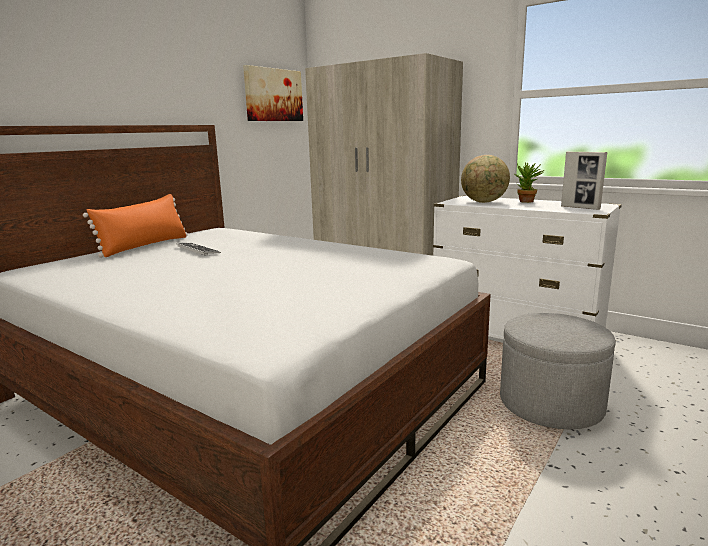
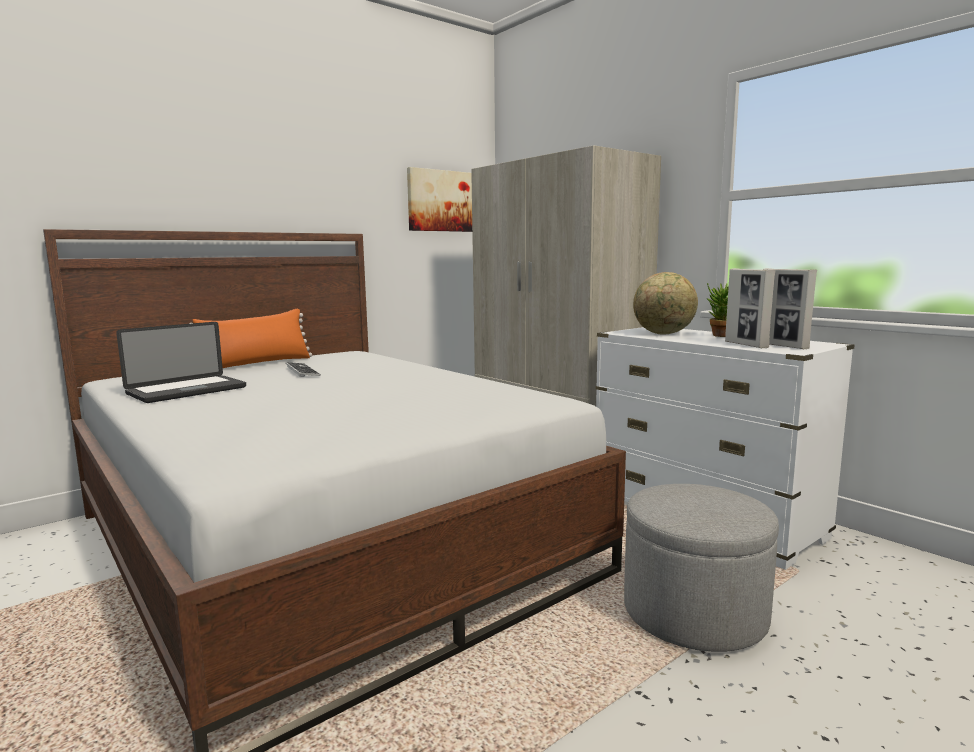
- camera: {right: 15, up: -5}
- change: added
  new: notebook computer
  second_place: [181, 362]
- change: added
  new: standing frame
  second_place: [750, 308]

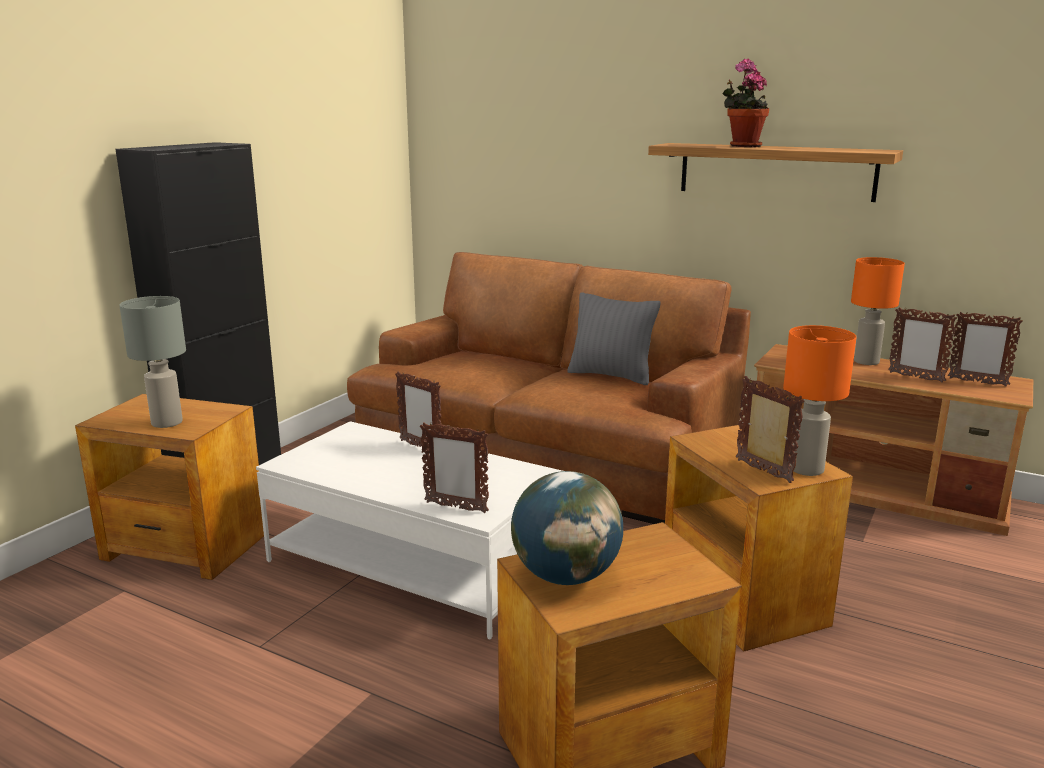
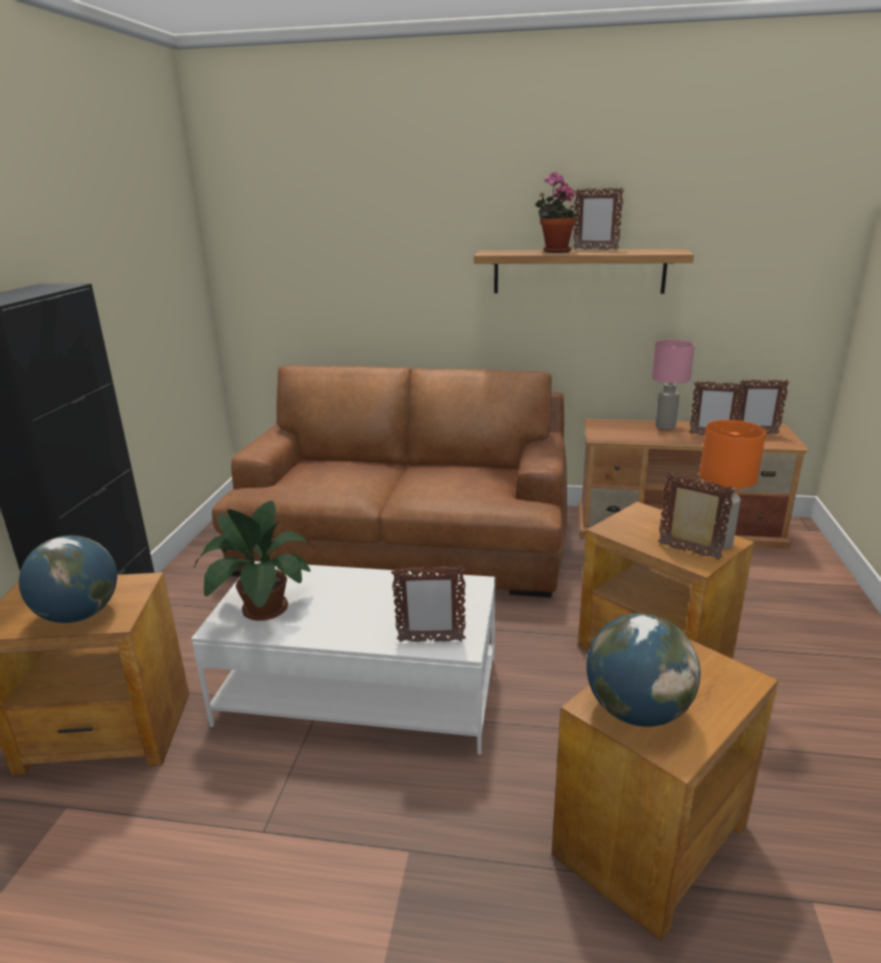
- camera: {right: -20, up: 5}
- change: replaced
  old: grey table lamp
  new: globe
  first_place: [152, 362]
  second_place: [68, 579]
- change: moved
  old: standing frame
  first_place: [418, 410]
  second_place: [598, 218]
- change: removed
  old: grey pillow
  first_place: [614, 338]
- change: recoloured
  old: orange-coloured table lamp
  new: pink-coloured table lamp
  first_place: [878, 311]
  second_place: [673, 384]
- change: added
  new: plant in a pot
  second_place: [254, 561]

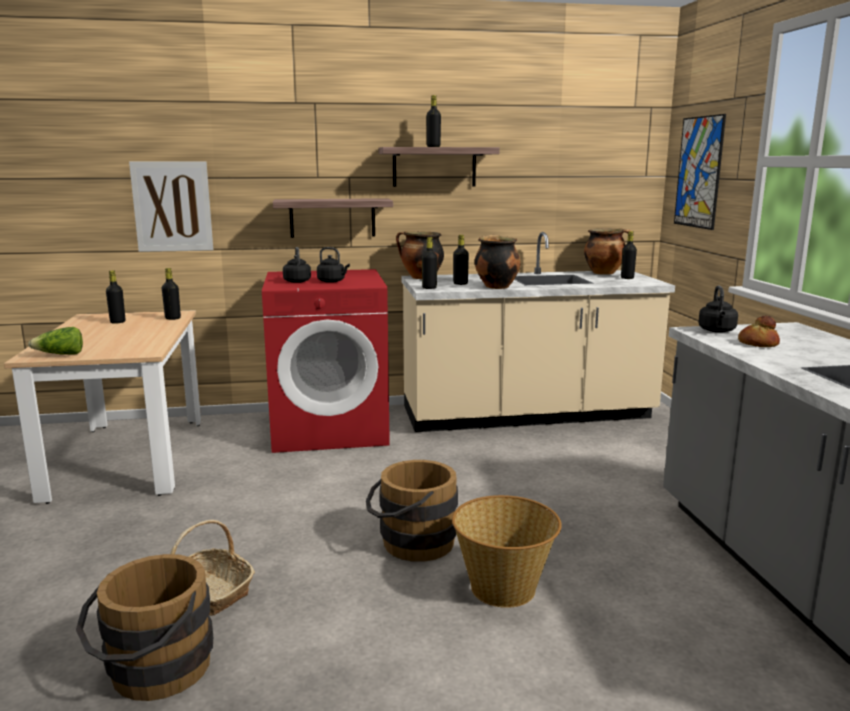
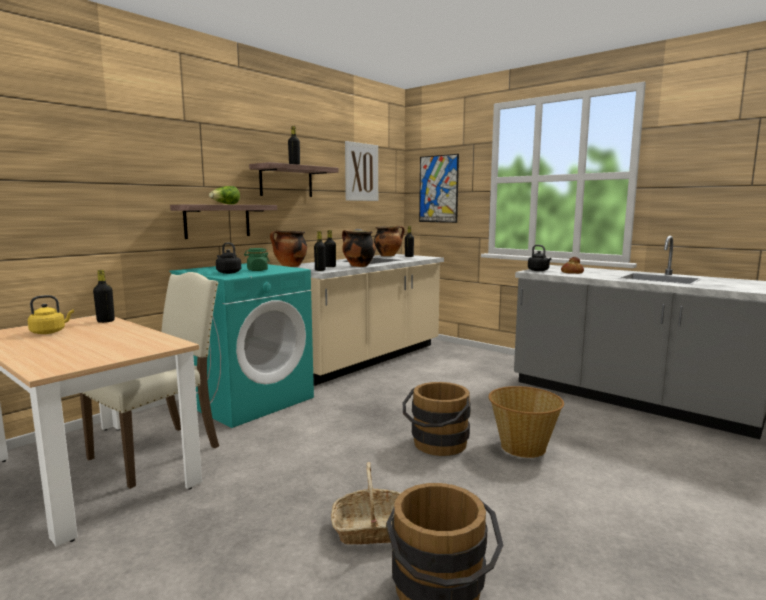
- camera: {right: -40, up: -5}
- change: moved
  old: lettuce
  first_place: [55, 341]
  second_place: [224, 195]
- change: replaced
  old: blackish drink bottle
  new: yellow tea kettle
  first_place: [115, 297]
  second_place: [51, 314]
- change: moved
  old: wall art
  first_place: [171, 207]
  second_place: [361, 171]
- change: recoloured
  old: reddish laundry machine
  new: blue-green laundry machine
  first_place: [326, 361]
  second_place: [242, 345]
- change: replaced
  old: blackish tea kettle
  new: greenish preserve jar
  first_place: [333, 265]
  second_place: [256, 259]
- change: added
  new: beige chair
  second_place: [149, 380]

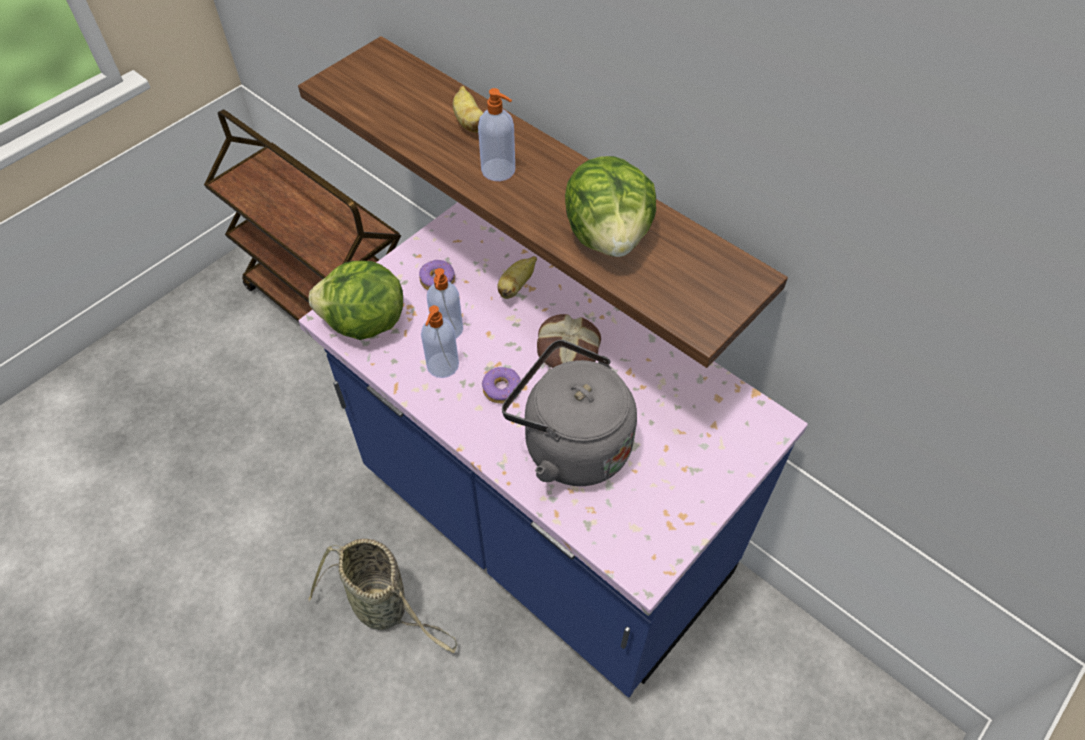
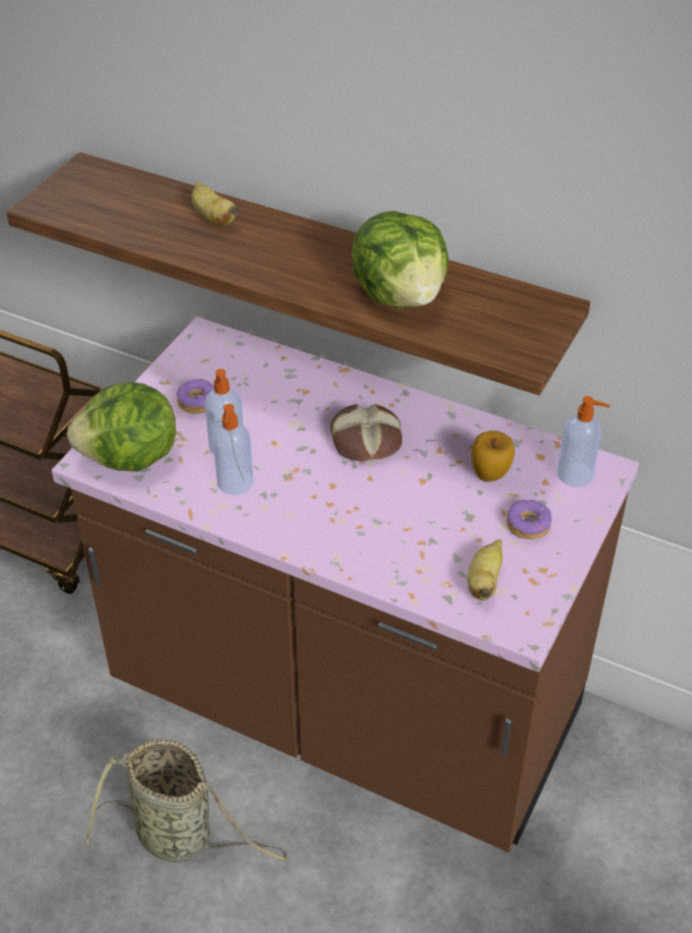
- camera: {right: -15, up: -10}
- change: recoloured
  old: bluish kitchen counter
  new: brownish kitchen counter
  first_place: [553, 450]
  second_place: [345, 584]
- change: moved
  old: soap dispenser
  first_place: [496, 134]
  second_place: [584, 441]
- change: moved
  old: doughnut
  first_place: [501, 385]
  second_place: [529, 519]
- change: moved
  old: banana
  first_place: [517, 277]
  second_place: [485, 570]
- change: removed
  old: grey tea kettle
  first_place: [569, 413]
- change: added
  new: whole apple
  second_place: [493, 456]

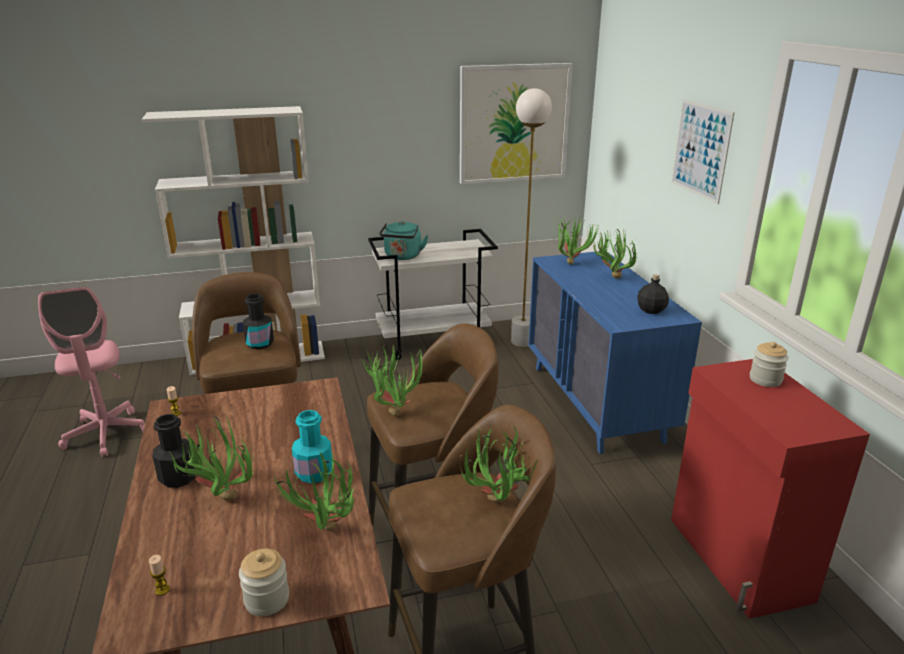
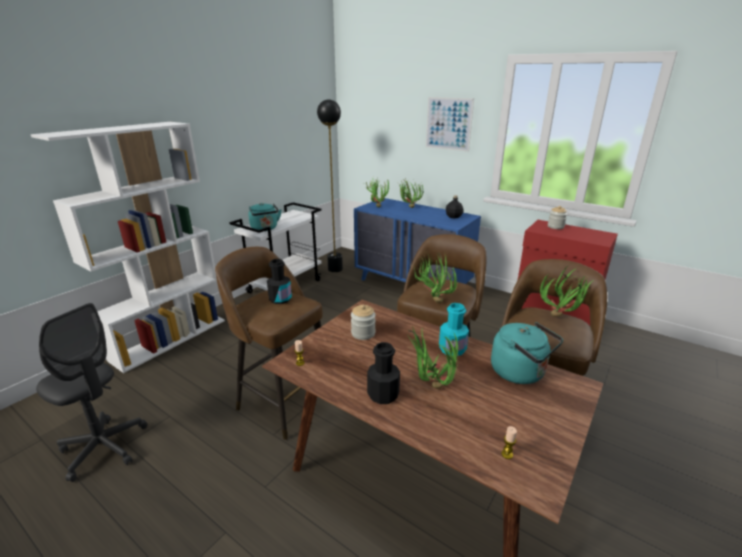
- camera: {right: -40, up: 0}
- change: recoloured
  old: pink-coloured computer chair
  new: grey computer chair
  first_place: [91, 372]
  second_place: [91, 392]
- change: moved
  old: preserve jar
  first_place: [264, 582]
  second_place: [363, 322]
- change: replaced
  old: plant in a pot
  new: blue-green tea kettle
  first_place: [315, 491]
  second_place: [527, 353]
- change: removed
  old: wall art
  first_place: [516, 123]
- change: recoloured
  old: whitish standard lamp
  new: blackish standard lamp
  first_place: [531, 217]
  second_place: [330, 185]

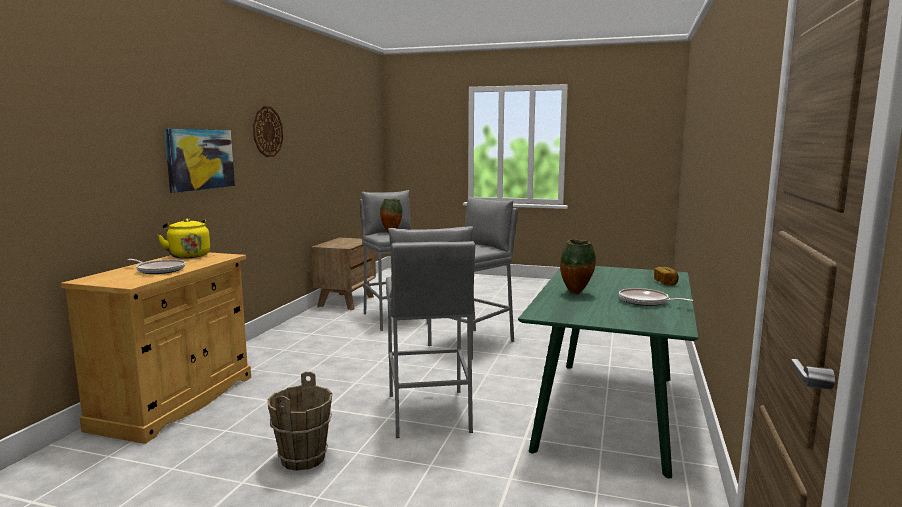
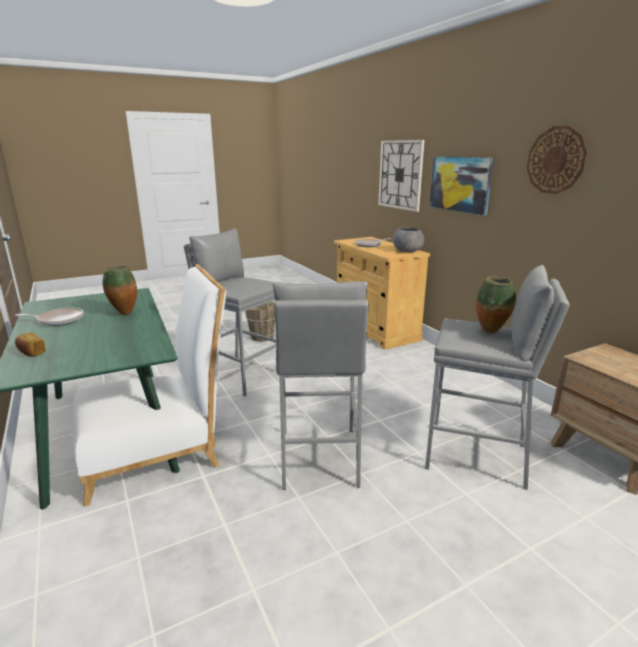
- camera: {right: 135, up: 10}
- change: replaced
  old: yellow tea kettle
  new: grey serving bowl
  first_place: [184, 238]
  second_place: [408, 240]
- change: added
  new: whitish chair
  second_place: [149, 385]
- change: added
  new: clock on the wall
  second_place: [401, 176]

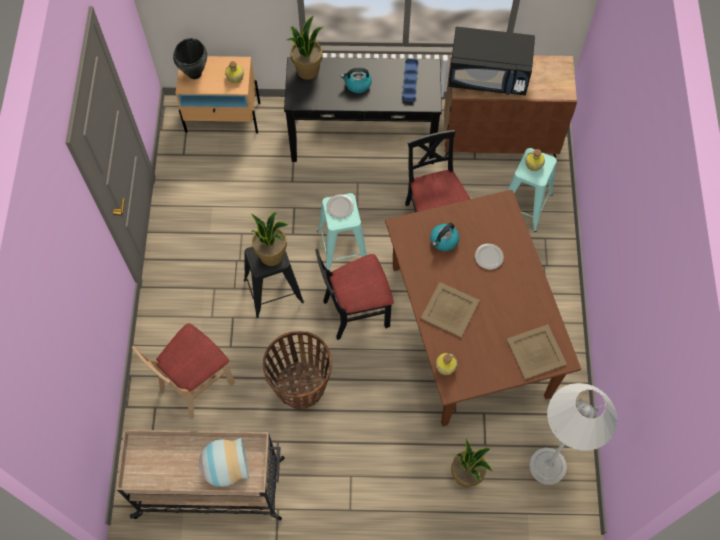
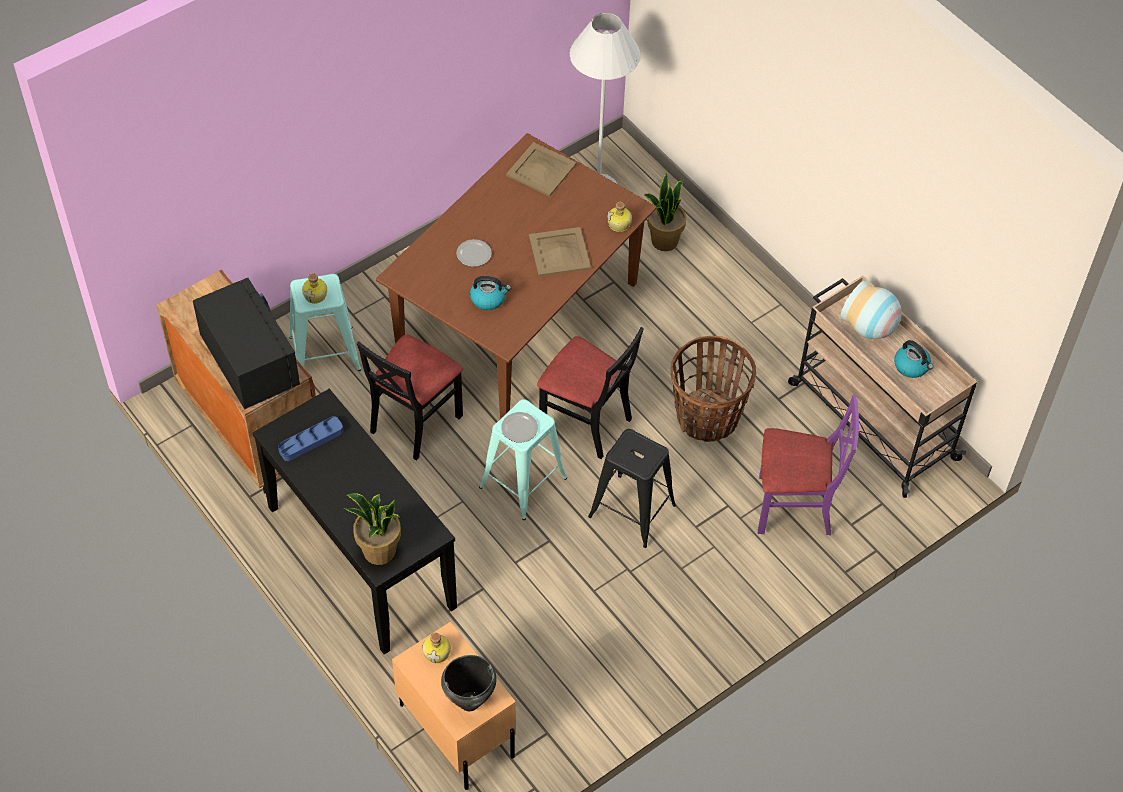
- camera: {right: -130, up: -10}
- change: recoloured
  old: beige chair
  new: purplish chair
  first_place: [183, 371]
  second_place: [808, 464]
- change: removed
  old: plant in a pot
  first_place: [269, 239]
- change: moved
  old: tea kettle
  first_place: [356, 80]
  second_place: [913, 359]

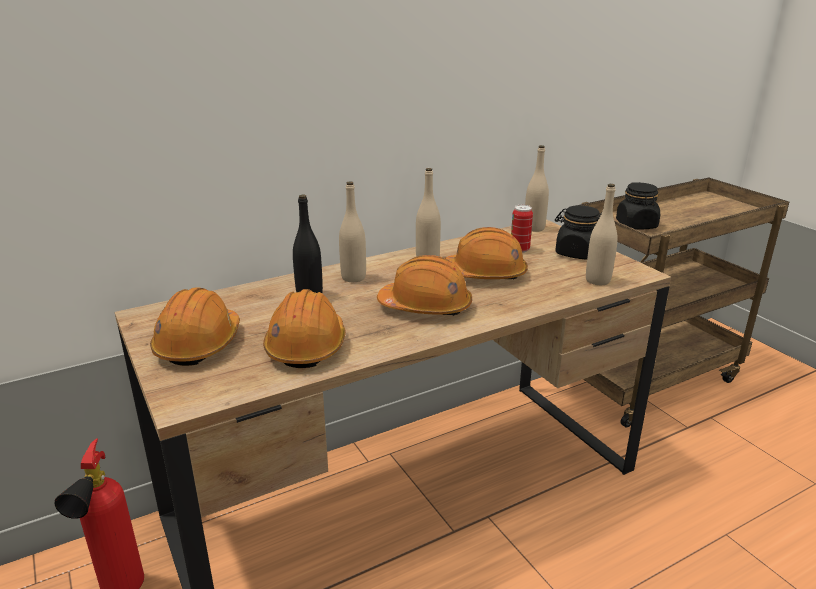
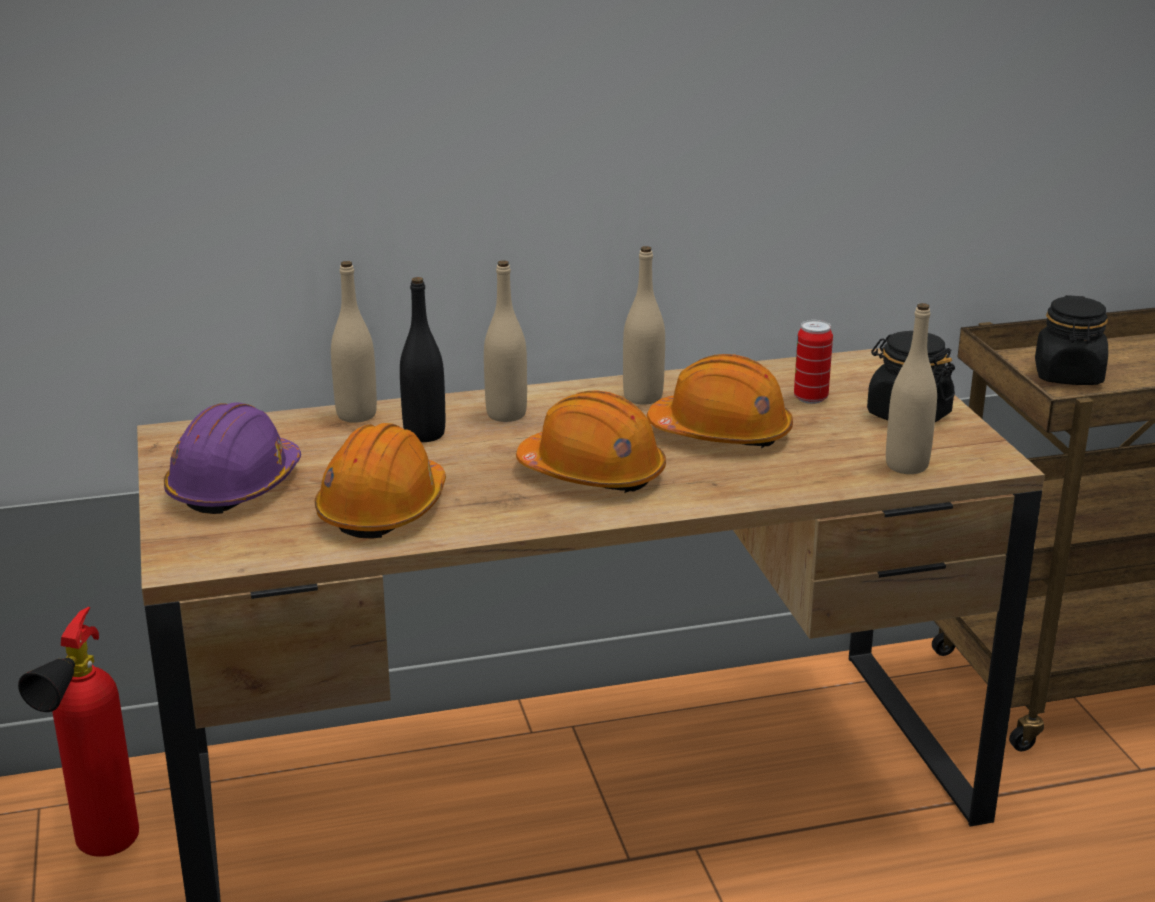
- camera: {right: 15, up: 0}
- change: recoloured
  old: orange-coloured work helmet
  new: purplish work helmet
  first_place: [195, 326]
  second_place: [232, 458]
- change: moved
  old: beige drink bottle
  first_place: [537, 188]
  second_place: [354, 342]

